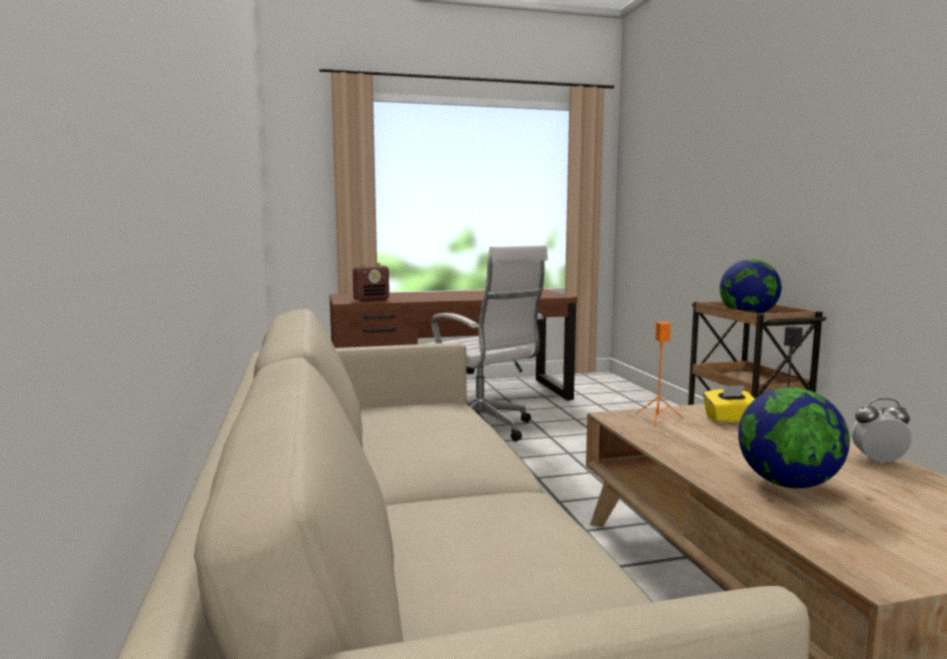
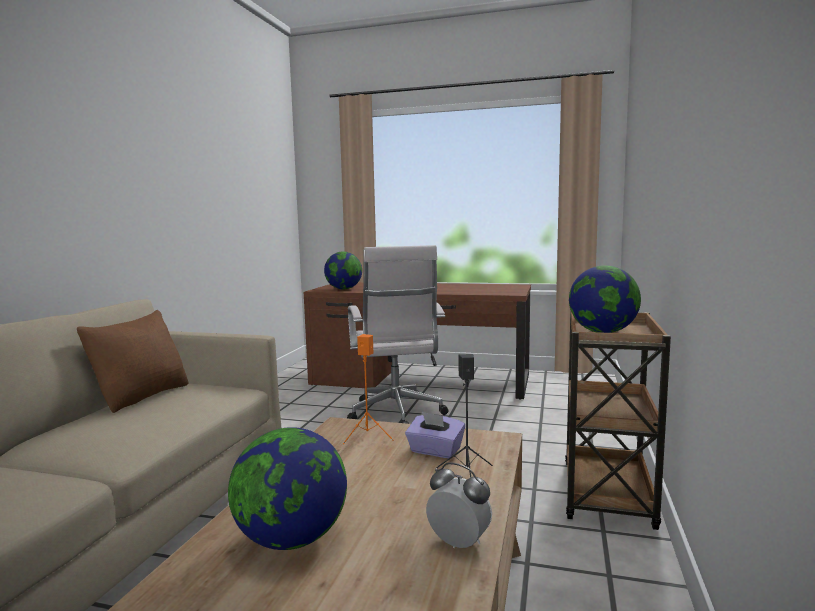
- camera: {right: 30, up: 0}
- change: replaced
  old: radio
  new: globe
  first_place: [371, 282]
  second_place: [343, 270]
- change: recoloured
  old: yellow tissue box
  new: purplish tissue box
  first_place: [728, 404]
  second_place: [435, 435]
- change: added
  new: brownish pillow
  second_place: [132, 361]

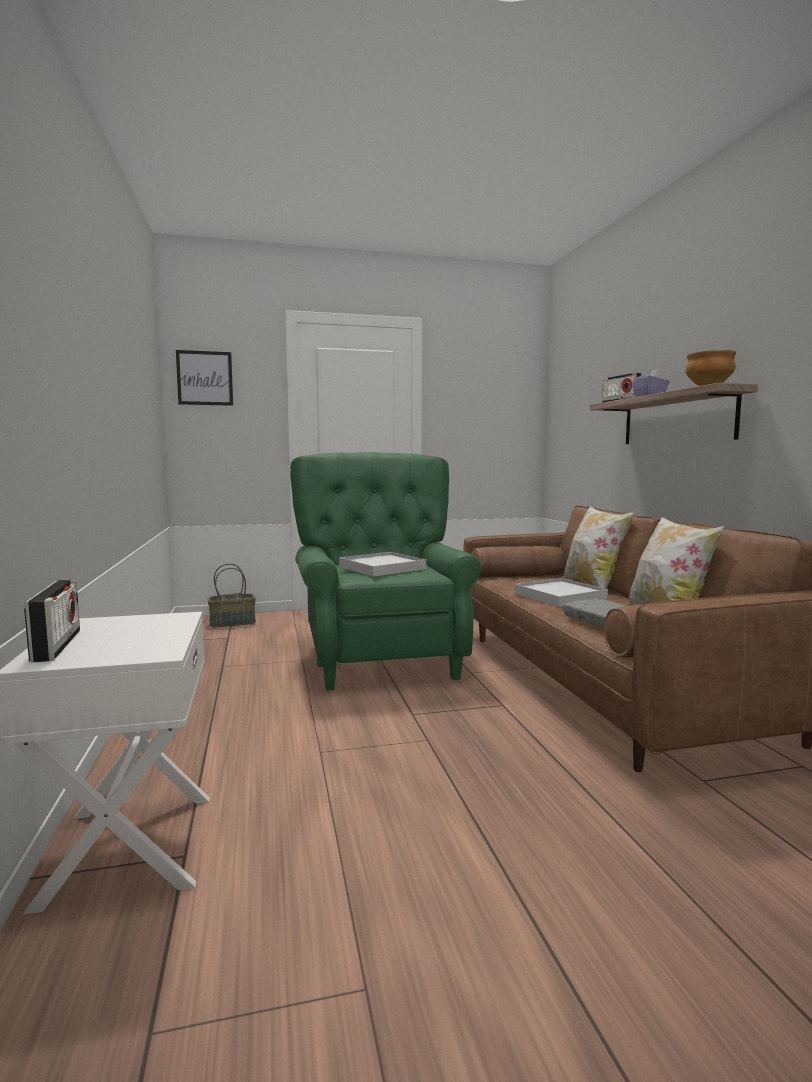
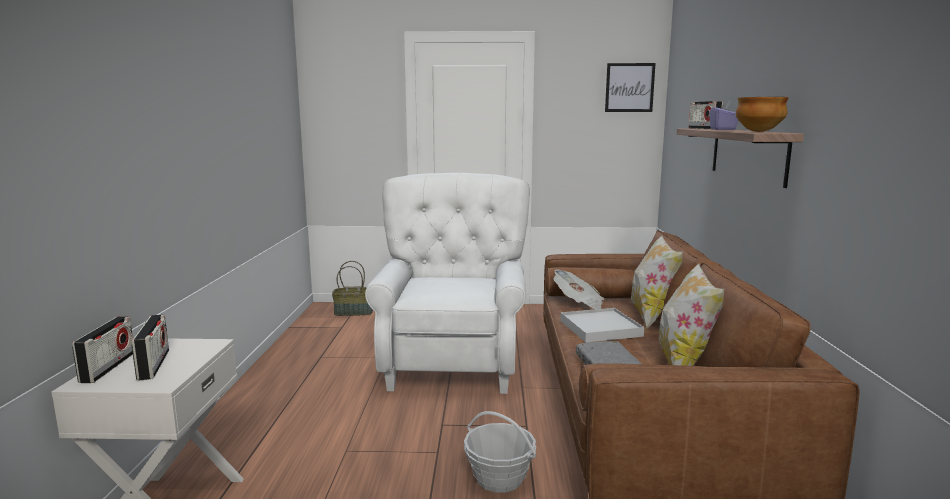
- camera: {right: 15, up: 5}
- change: moved
  old: wall art
  first_place: [204, 378]
  second_place: [630, 87]
- change: recoloured
  old: greenish easy chair
  new: whitish easy chair
  first_place: [385, 571]
  second_place: [447, 283]
- change: removed
  old: whitish serving tray
  first_place: [382, 564]
- change: added
  new: radio
  second_place: [150, 347]
- change: added
  new: storage basket
  second_place: [500, 452]
- change: added
  new: newspaper
  second_place: [578, 289]

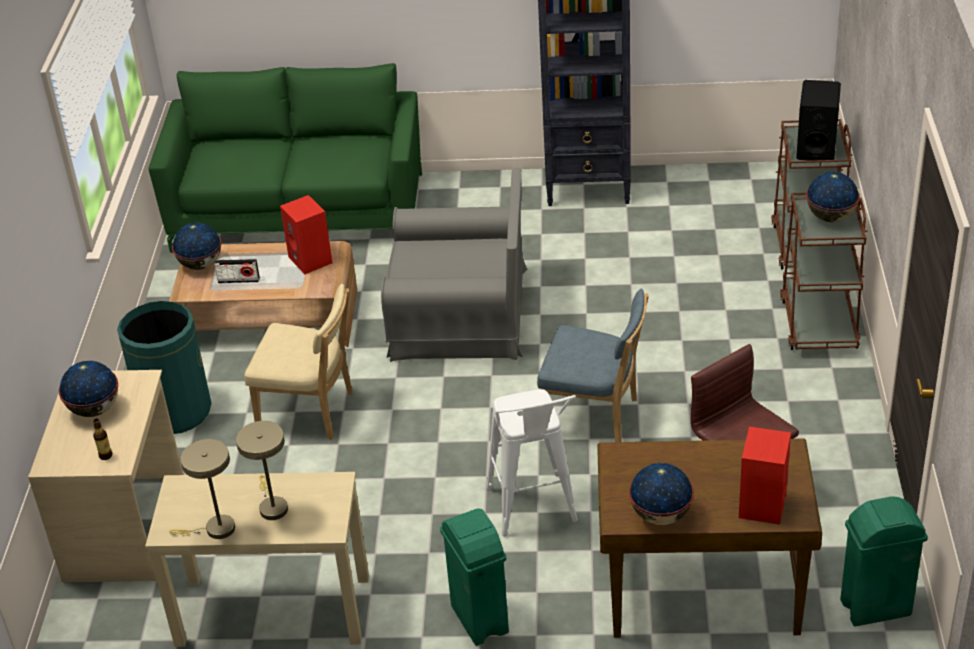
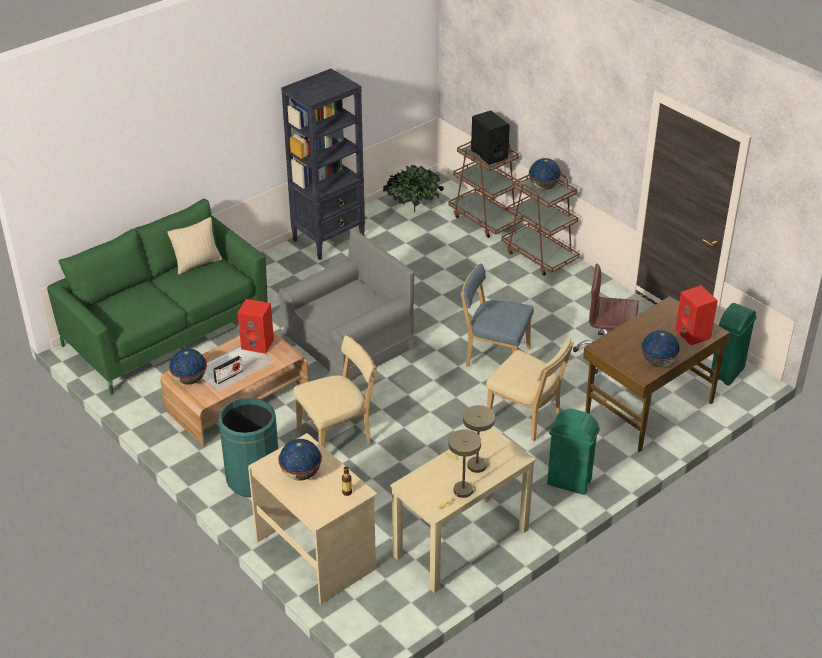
- camera: {right: -45, up: 0}
- change: replaced
  old: whitish stool
  new: beige chair
  first_place: [532, 463]
  second_place: [530, 389]
- change: turned
  old: bluish chair
  first_place: [593, 365]
  second_place: [497, 315]
  degrees: -135
- change: added
  new: beige pillow
  second_place: [195, 245]
- change: added
  new: plant in a pot
  second_place: [413, 188]

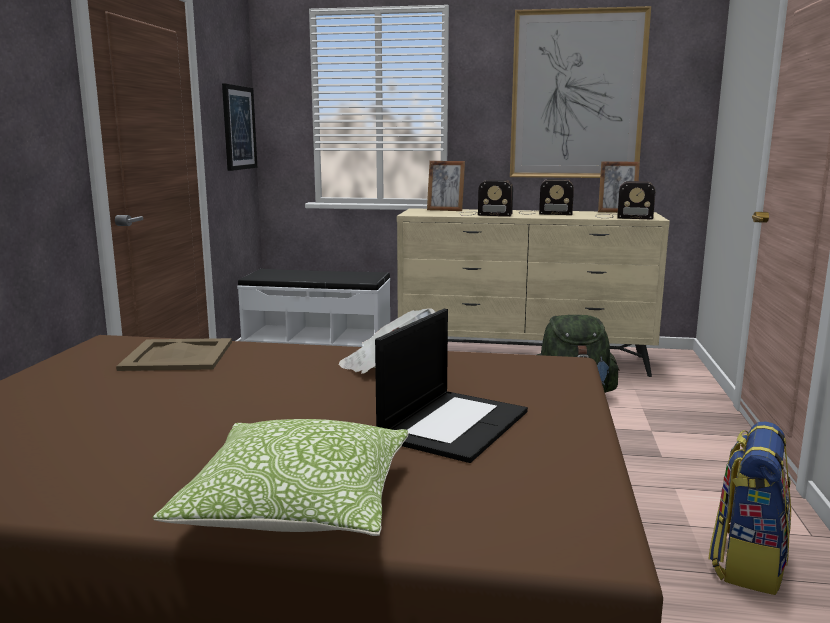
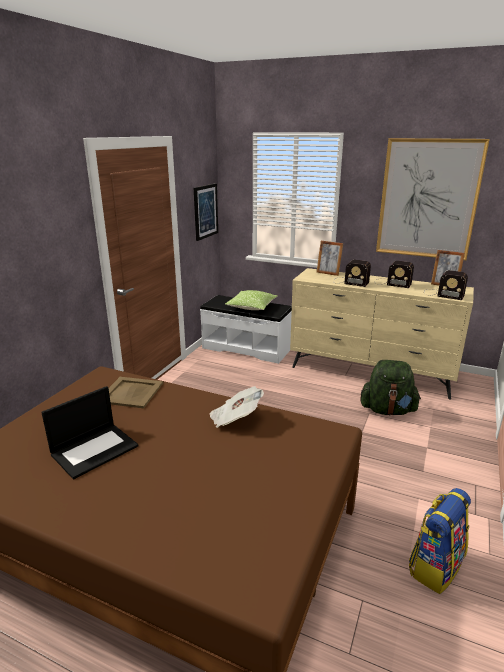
- camera: {right: 15, up: 10}
- change: moved
  old: pillow
  first_place: [280, 477]
  second_place: [251, 300]
- change: moved
  old: notebook computer
  first_place: [451, 386]
  second_place: [89, 432]

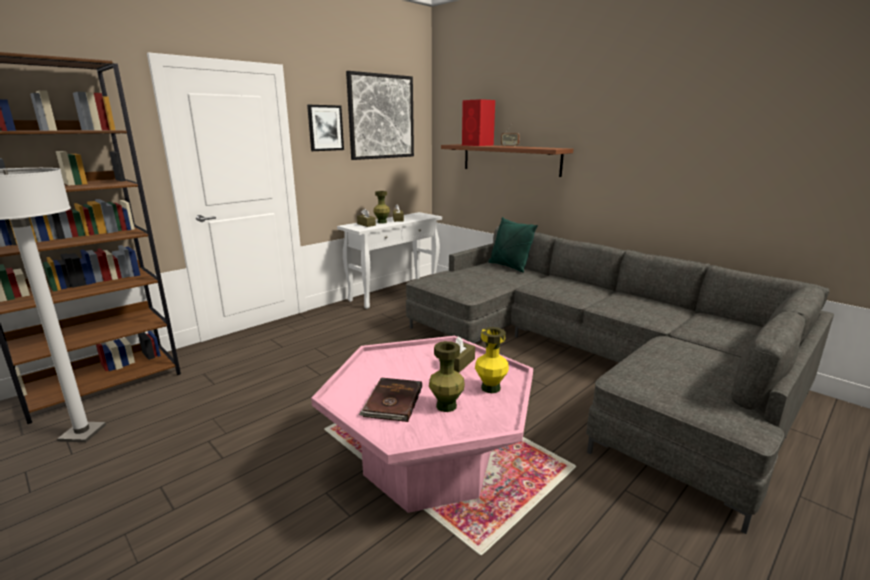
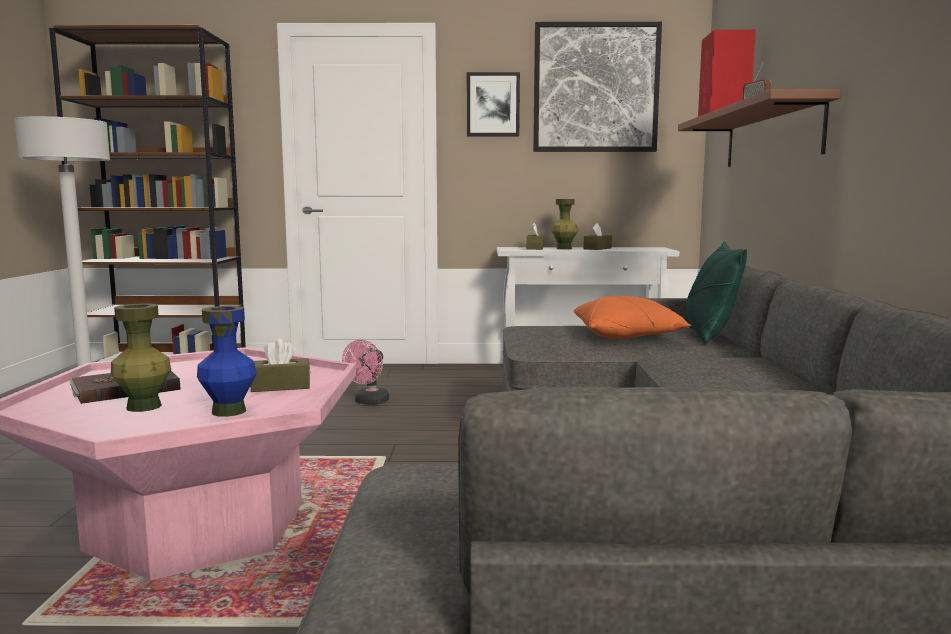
- camera: {right: 45, up: -10}
- change: recoloured
  old: yellow flower vase
  new: bluish flower vase
  first_place: [492, 360]
  second_place: [227, 361]
- change: added
  new: pink-coloured fan
  second_place: [365, 372]
- change: added
  new: orange-coloured pillow
  second_place: [632, 317]

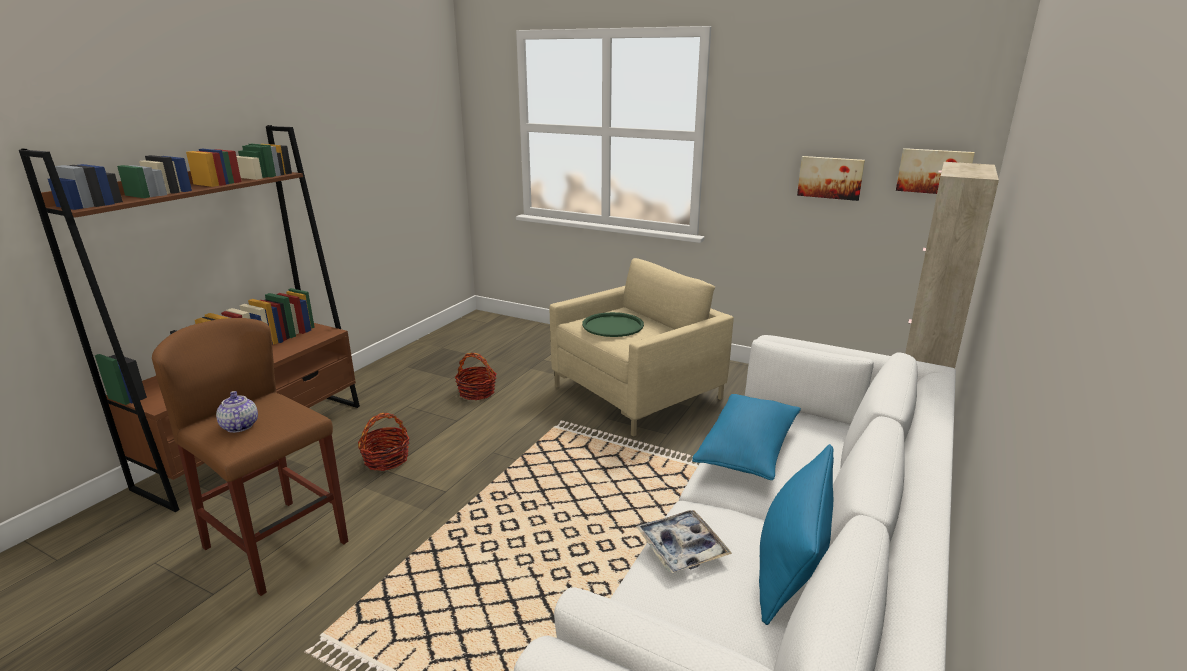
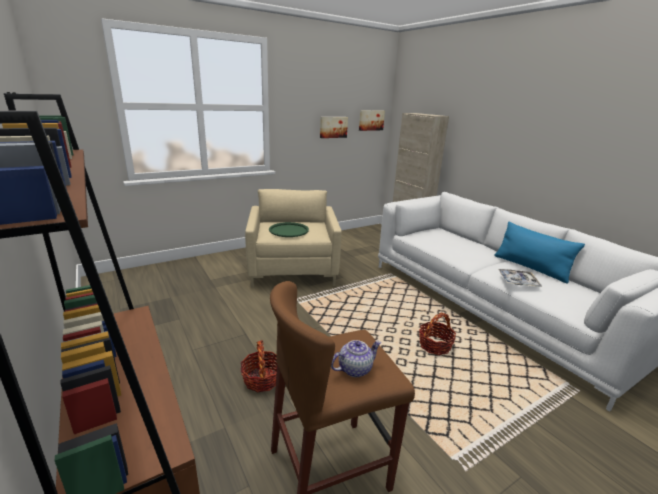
- camera: {right: -60, up: 0}
- change: turned
  old: teapot
  first_place: [237, 412]
  second_place: [356, 358]
  degrees: 150
- change: moved
  old: storage basket
  first_place: [475, 376]
  second_place: [437, 334]
- change: removed
  old: bluish pillow
  first_place: [746, 437]

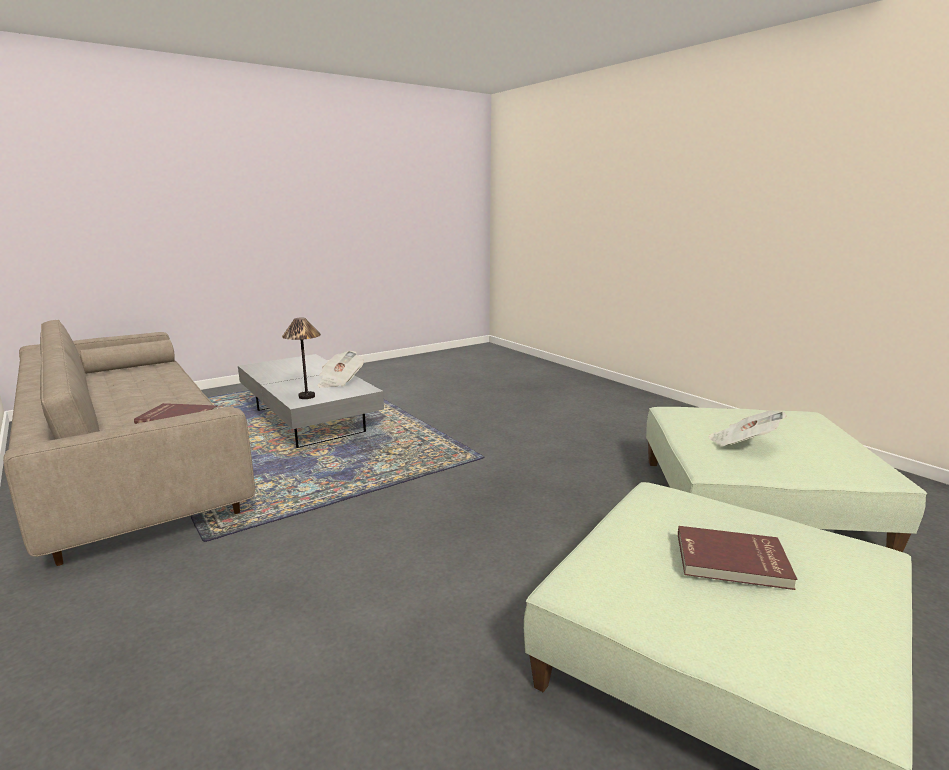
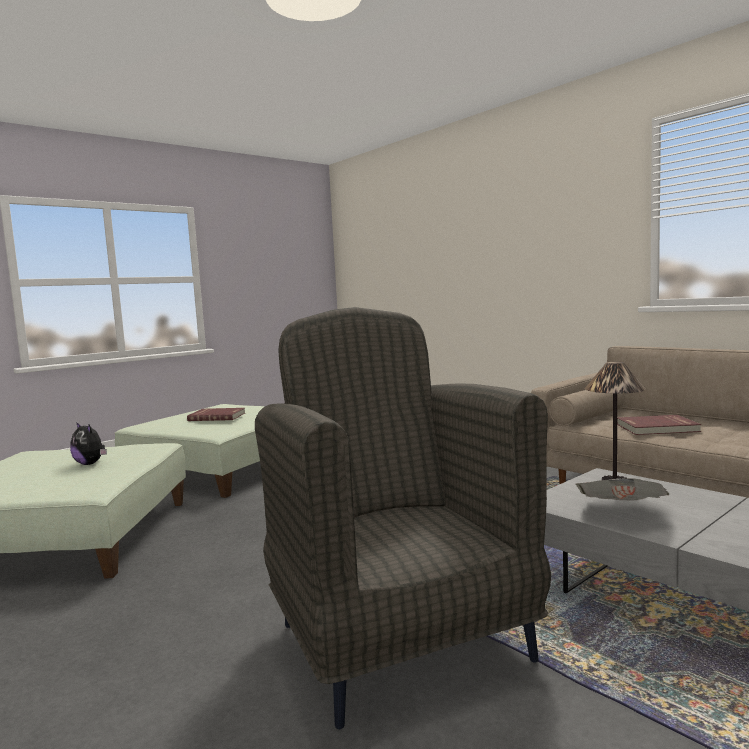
- camera: {right: 175, up: -10}
- change: replaced
  old: newspaper
  new: cuddly toy
  first_place: [747, 428]
  second_place: [88, 443]
- change: added
  new: grey easy chair
  second_place: [403, 518]

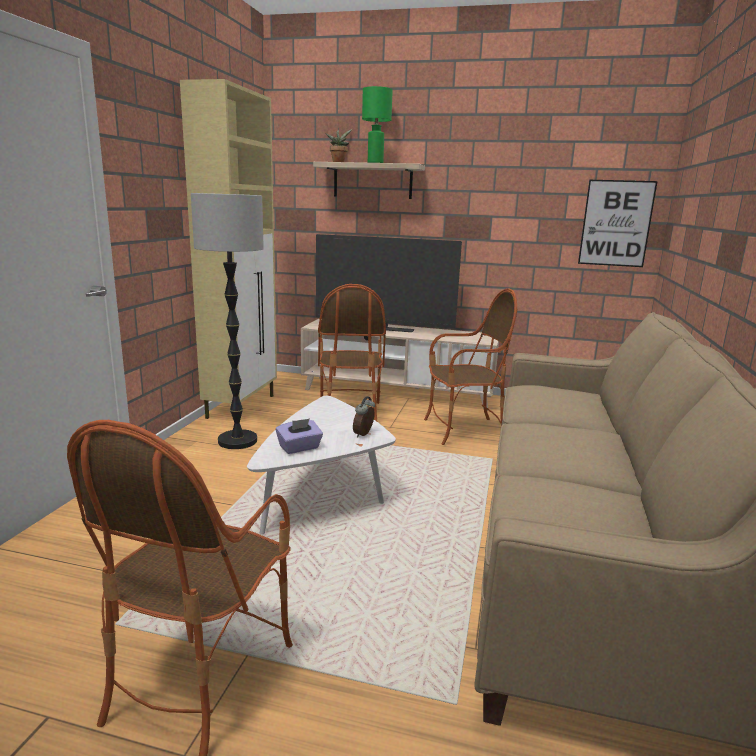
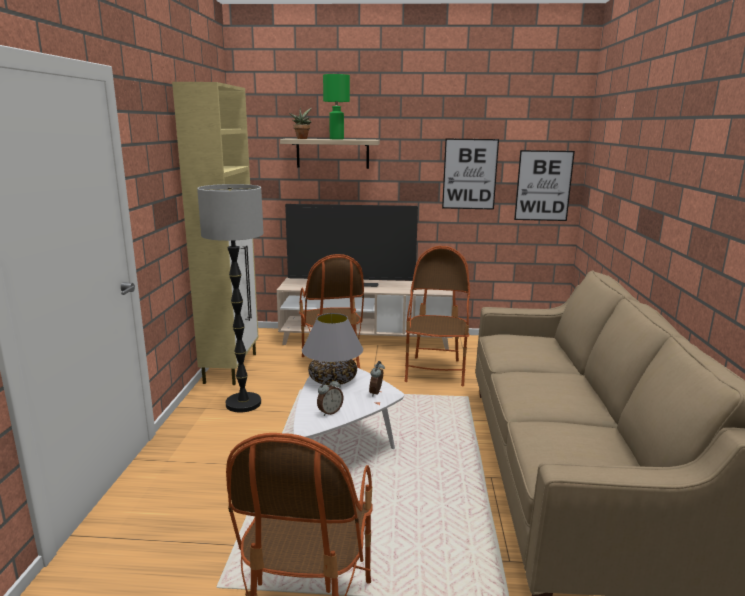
- camera: {right: -10, up: 0}
- change: replaced
  old: purplish tissue box
  new: bedside clock
  first_place: [299, 436]
  second_place: [330, 397]
- change: turned
  old: easy chair
  first_place: [470, 366]
  second_place: [437, 316]
  degrees: -60
- change: added
  new: grey table lamp
  second_place: [332, 349]
- change: added
  new: wall art
  second_place: [470, 173]

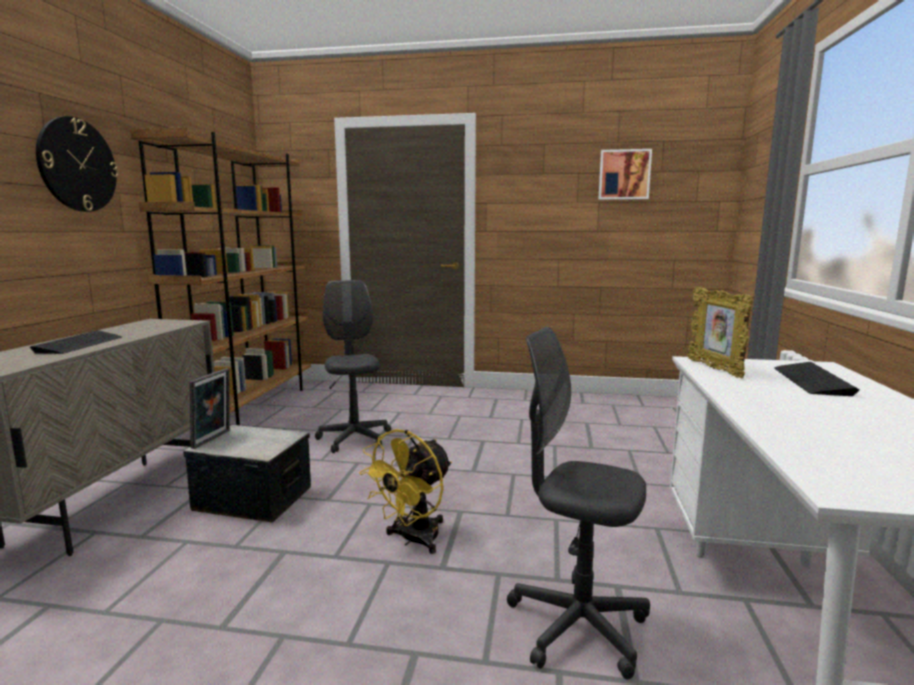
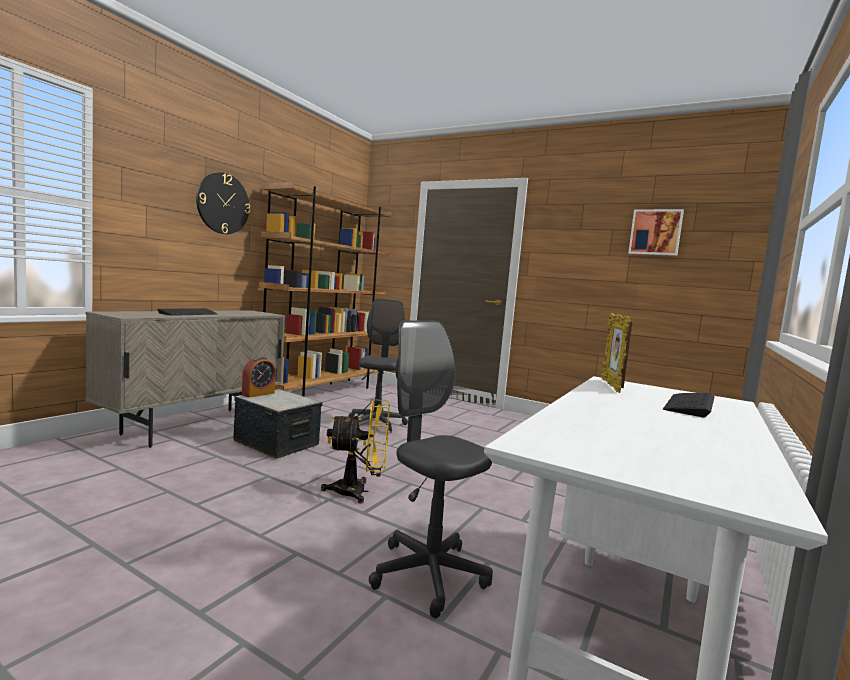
- camera: {right: 20, up: -5}
- change: replaced
  old: standing frame
  new: bedside clock
  first_place: [209, 408]
  second_place: [259, 377]
- change: turned
  old: yellow fan
  first_place: [405, 491]
  second_place: [355, 451]
  degrees: -150

